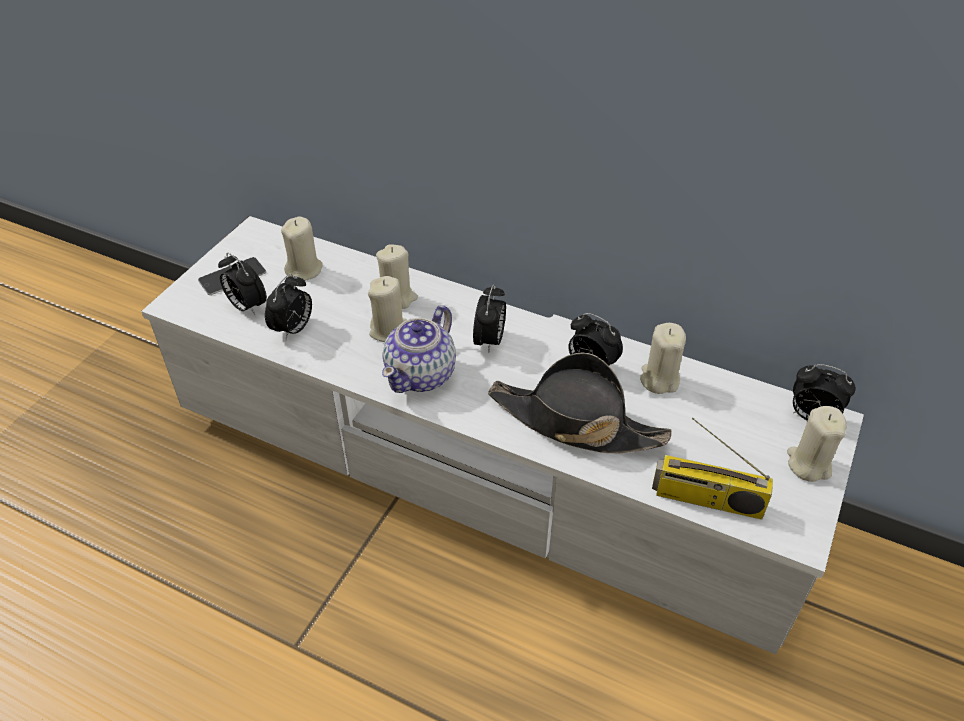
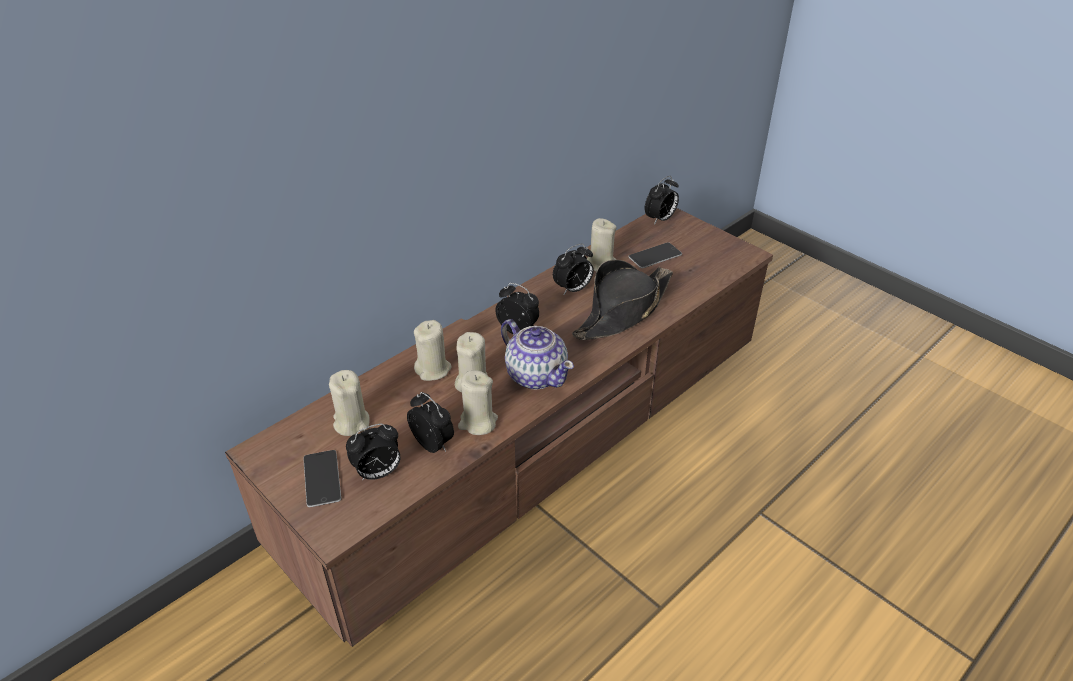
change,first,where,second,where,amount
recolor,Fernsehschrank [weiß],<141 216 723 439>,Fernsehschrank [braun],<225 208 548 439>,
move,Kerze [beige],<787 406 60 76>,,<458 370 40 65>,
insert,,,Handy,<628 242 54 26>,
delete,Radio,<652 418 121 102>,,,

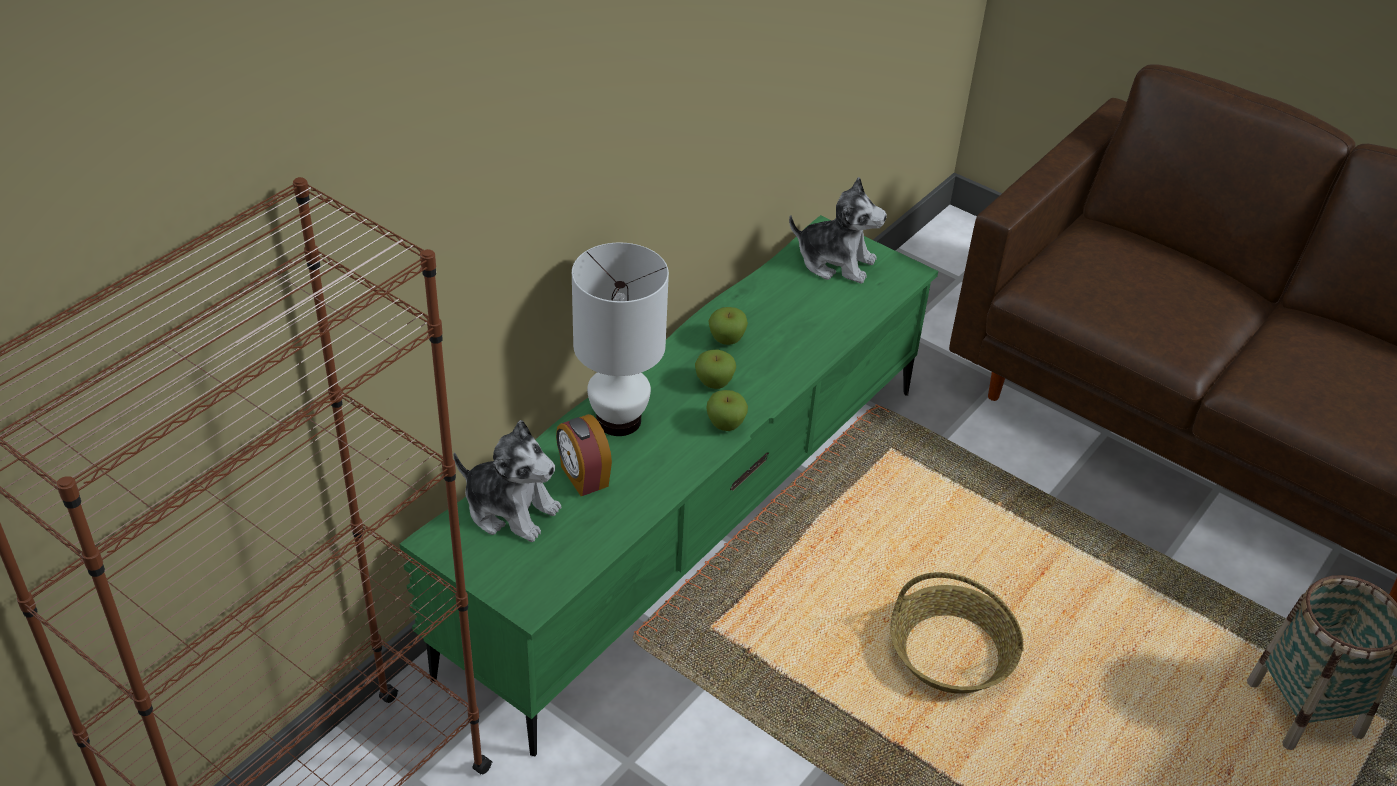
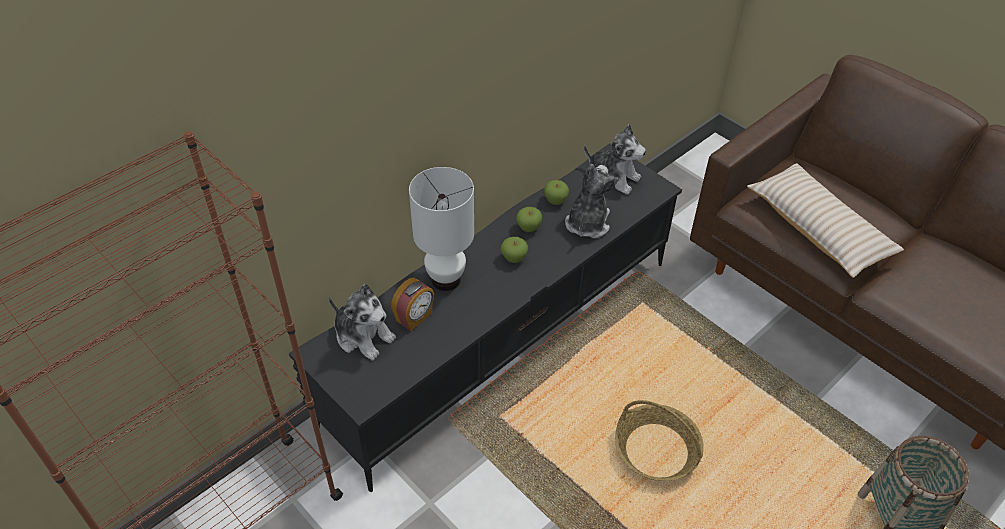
change,first,where,second,where,amount
recolor,Fernsehschrank [grün],<400 215 538 541>,Fernsehschrank [schwarz],<289 144 393 348>,
rotate,Wecker,<556 414 56 82>,,<391 278 43 53>,120 degrees counterclockwise
move,Apfel,<706 390 42 41>,,<544 180 25 25>,
insert,,,Plüschtier,<565 164 53 74>,
insert,,,Kissen [beige],<747 163 157 115>,

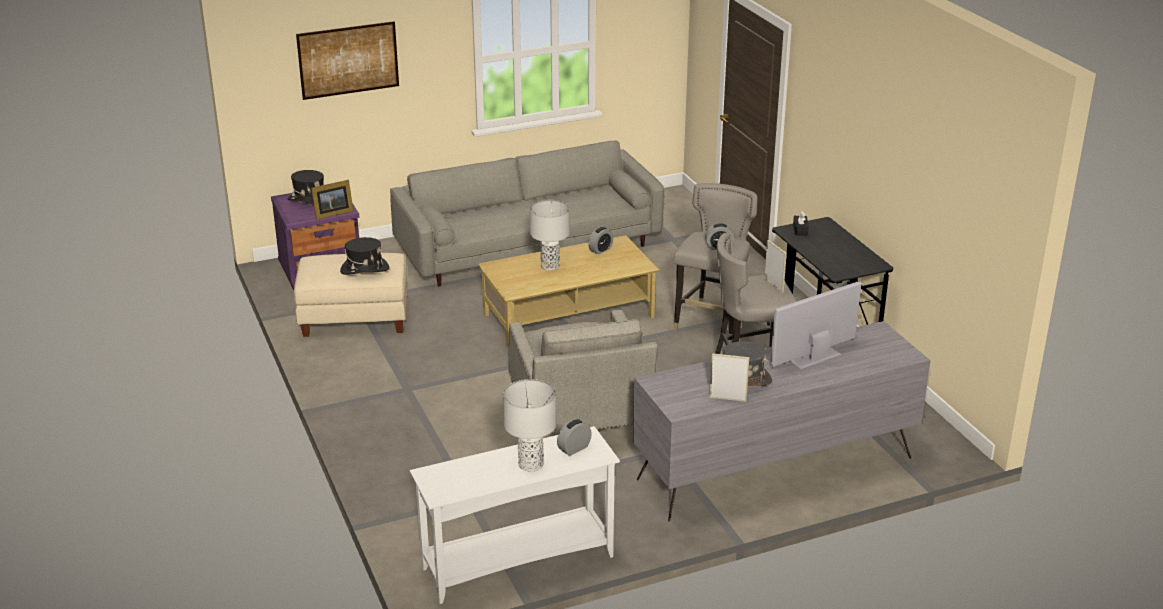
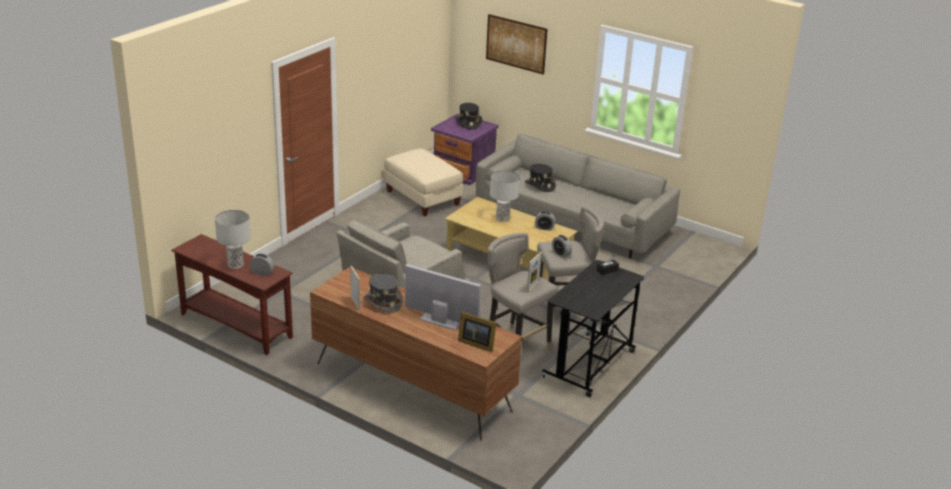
change,first,where,second,where,amount
recolor,Konsolentisch [weiß],<410 426 210 178>,Konsolentisch [braun],<171 234 122 121>,
recolor,Fernsehschrank [grau],<633 321 298 201>,Fernsehschrank [braun],<310 267 212 174>,
move,Bilderrahmen,<311 180 42 40>,,<458 312 39 40>,
move,Hut [schwarz],<340 237 49 38>,,<525 164 31 28>,

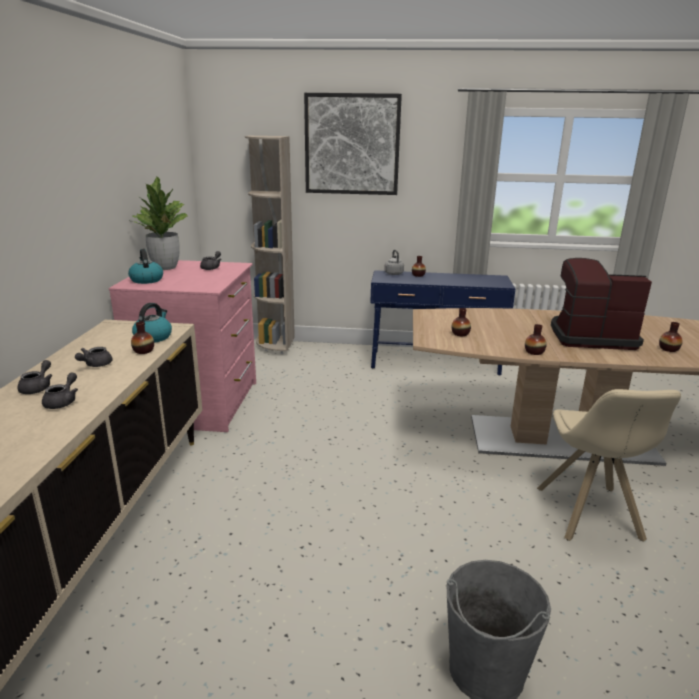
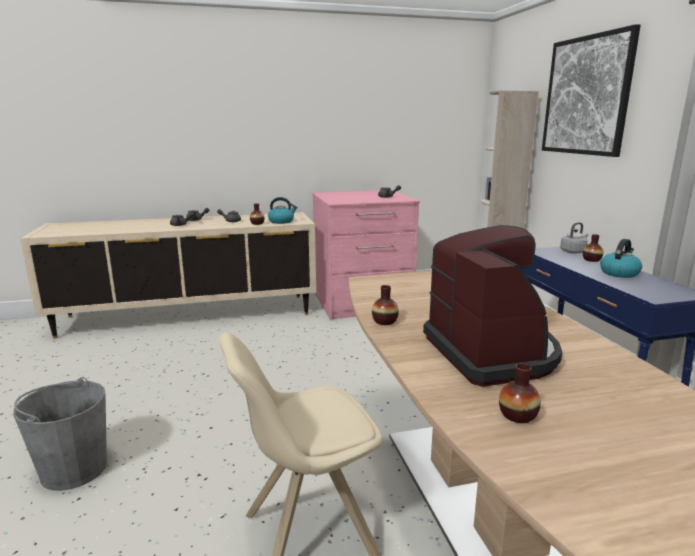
change,first,where,second,where,amount
move,Wasserkessel,<128 249 35 35>,,<600 239 42 39>,
delete,Topfpflanze,<128 177 59 93>,,,
delete,Vase,<452 308 19 28>,,,

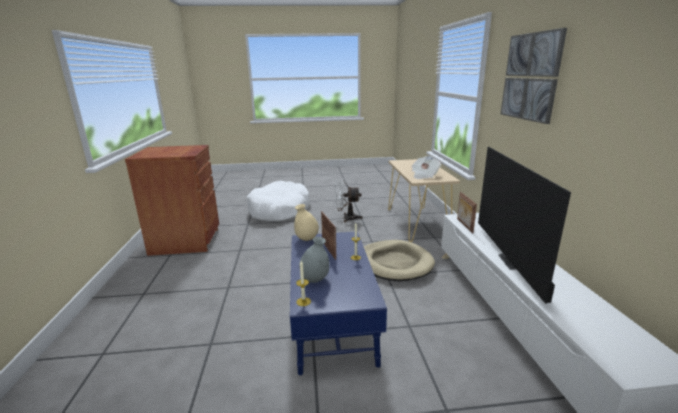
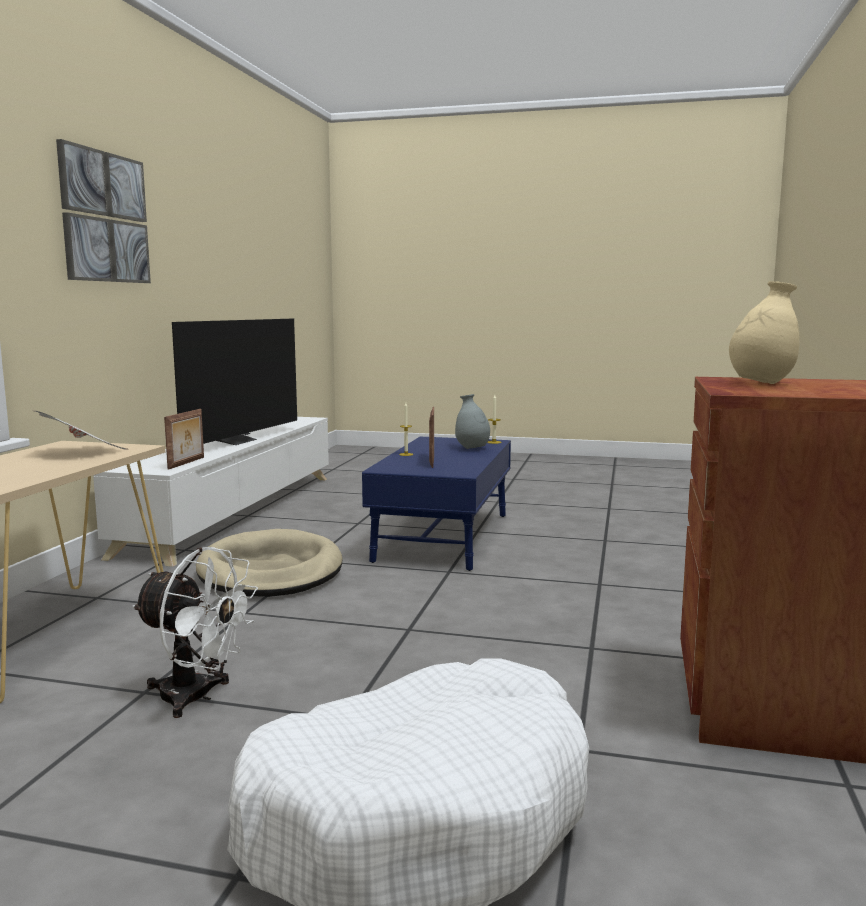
change,first,where,second,where,amount
move,Vase [beige],<294 204 25 37>,,<729 281 71 103>,

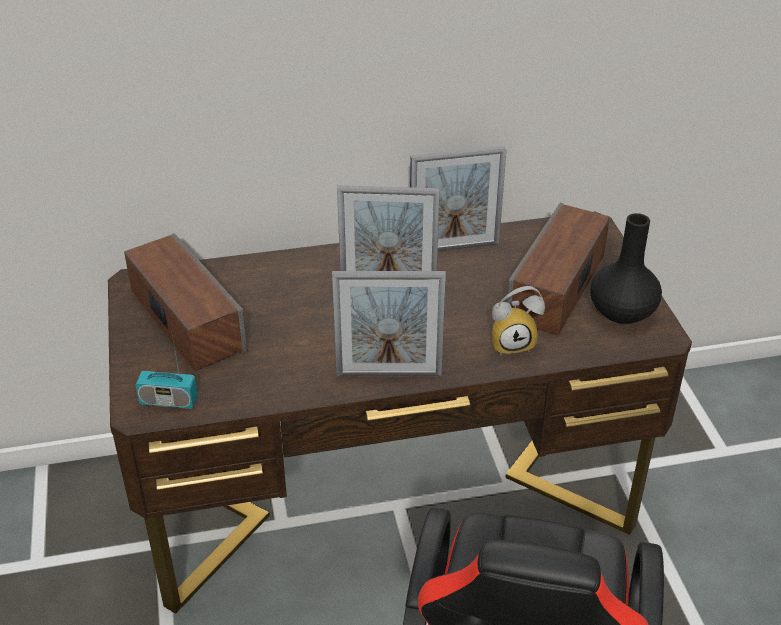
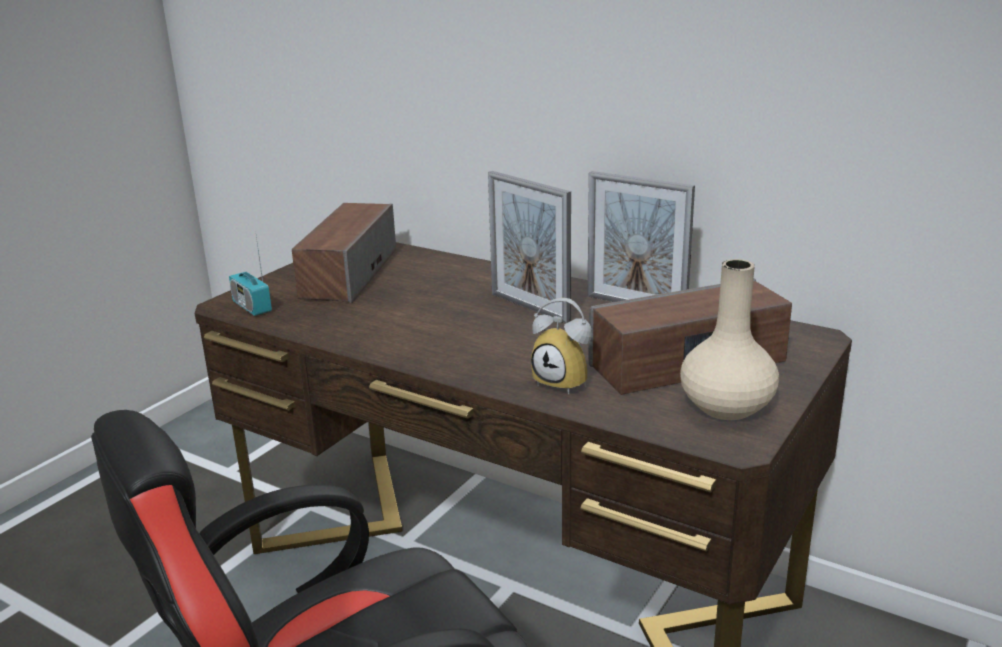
change,first,where,second,where,amount
recolor,Vase [schwarz],<590 213 72 111>,Vase [beige],<680 259 99 161>,
delete,Bilderrahmen,<332 271 114 106>,,,

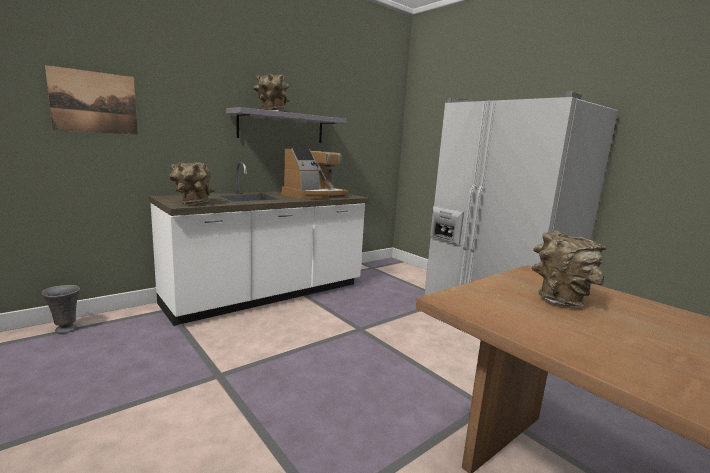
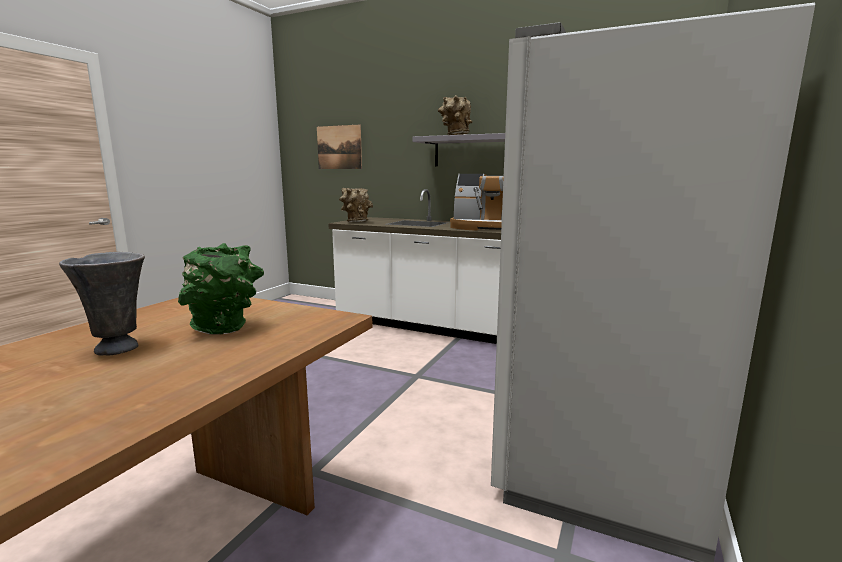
change,first,where,second,where,amount
move,Vase [grau],<42 285 38 48>,,<59 252 86 103>,
recolor,Vase [braun],<532 230 74 77>,Vase [grün],<178 243 86 92>,

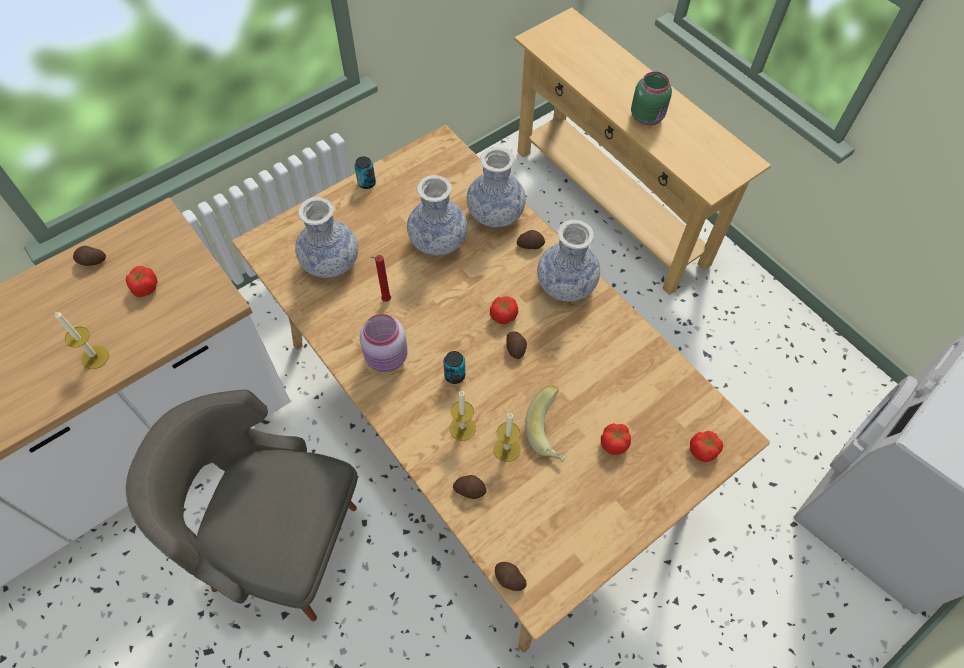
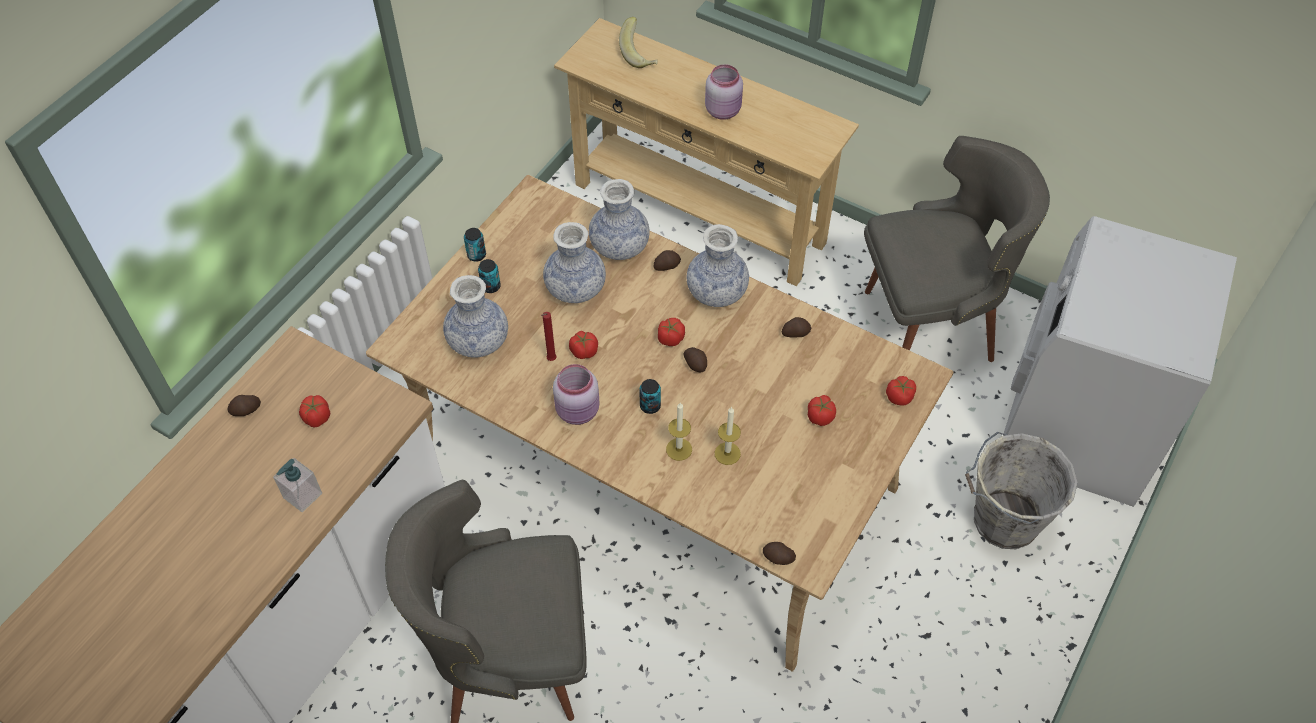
change,first,where,second,where,amount
replace,Kerze,<55 312 54 57>,Seifenspender,<273 458 49 54>,
insert,,,Dose,<478 259 23 34>,
insert,,,Tomate,<569 331 29 28>,
move,Banane,<525 386 40 76>,,<619 17 39 51>,
recolor,Vorratsglas [grün],<631 72 41 54>,Vorratsglas [rosa],<705 64 38 56>,
move,Kartoffel,<453 475 33 24>,,<782 317 30 21>,
insert,,,Stuhl [grau],<864 136 186 226>,
insert,,,Eimer [grau],<965 432 113 117>,

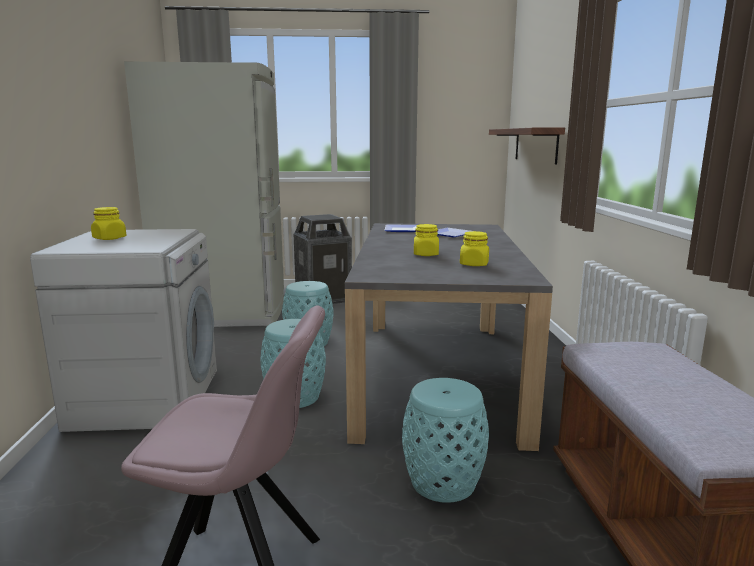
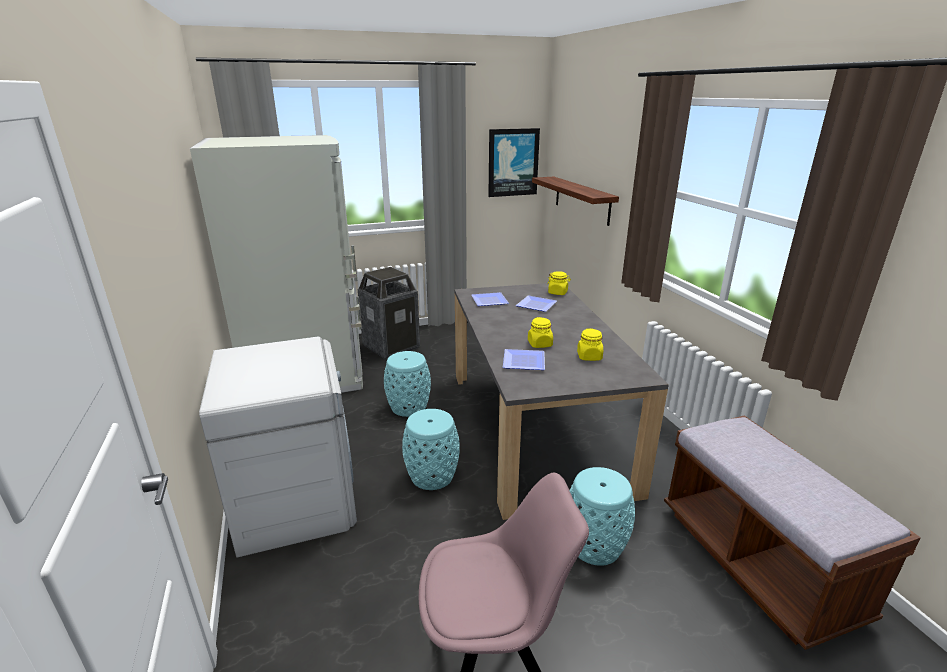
change,first,where,second,where,amount
insert,,,Bild,<488 128 52 69>,
insert,,,Teller,<503 349 42 21>,
move,Vorratsglas [gelb],<91 207 35 33>,,<547 271 24 24>,

